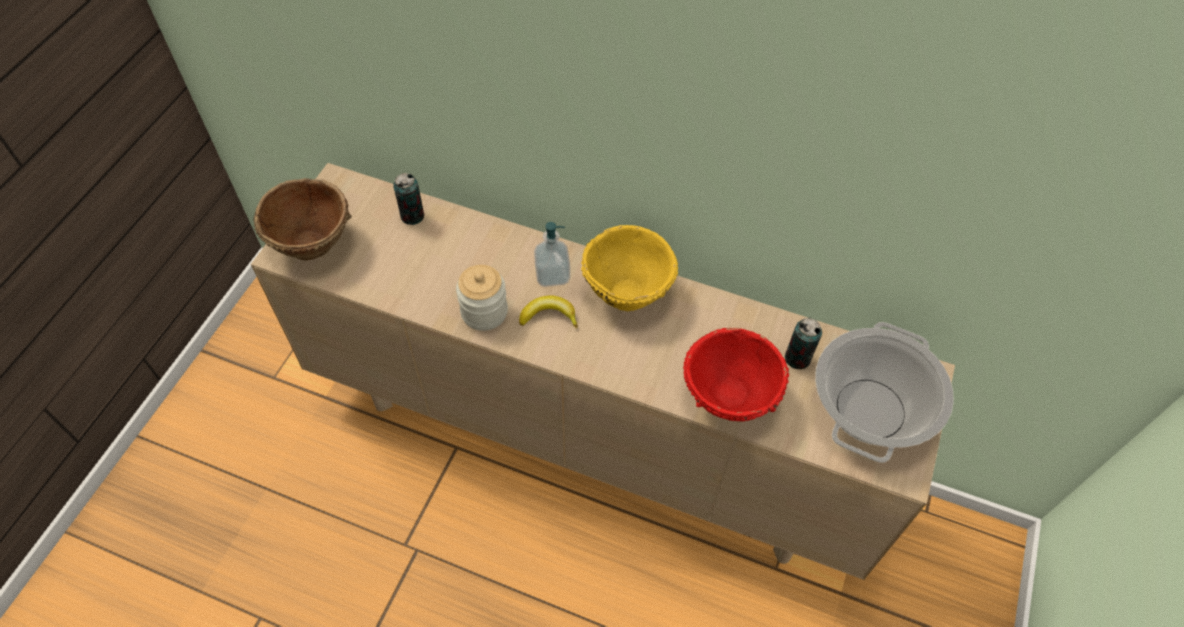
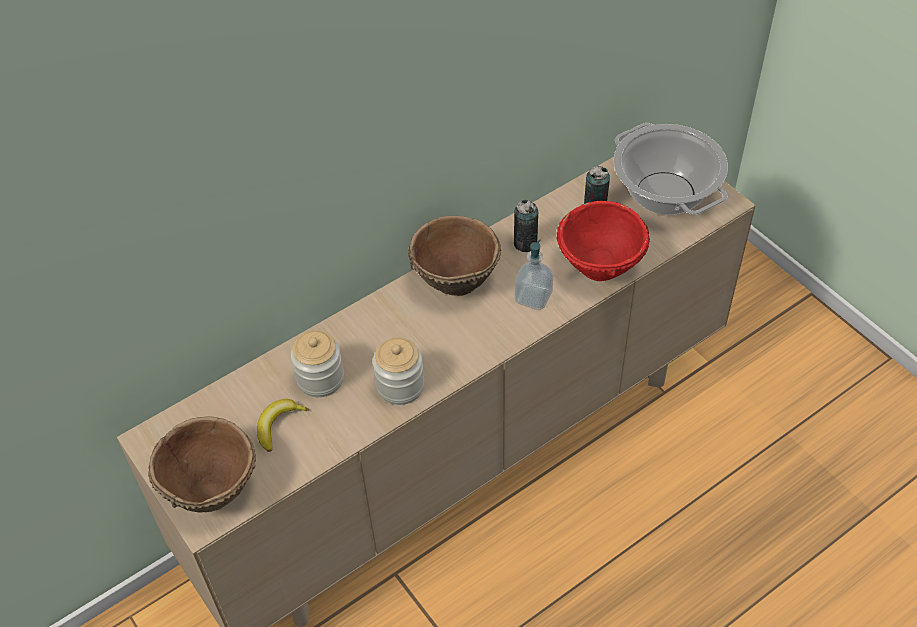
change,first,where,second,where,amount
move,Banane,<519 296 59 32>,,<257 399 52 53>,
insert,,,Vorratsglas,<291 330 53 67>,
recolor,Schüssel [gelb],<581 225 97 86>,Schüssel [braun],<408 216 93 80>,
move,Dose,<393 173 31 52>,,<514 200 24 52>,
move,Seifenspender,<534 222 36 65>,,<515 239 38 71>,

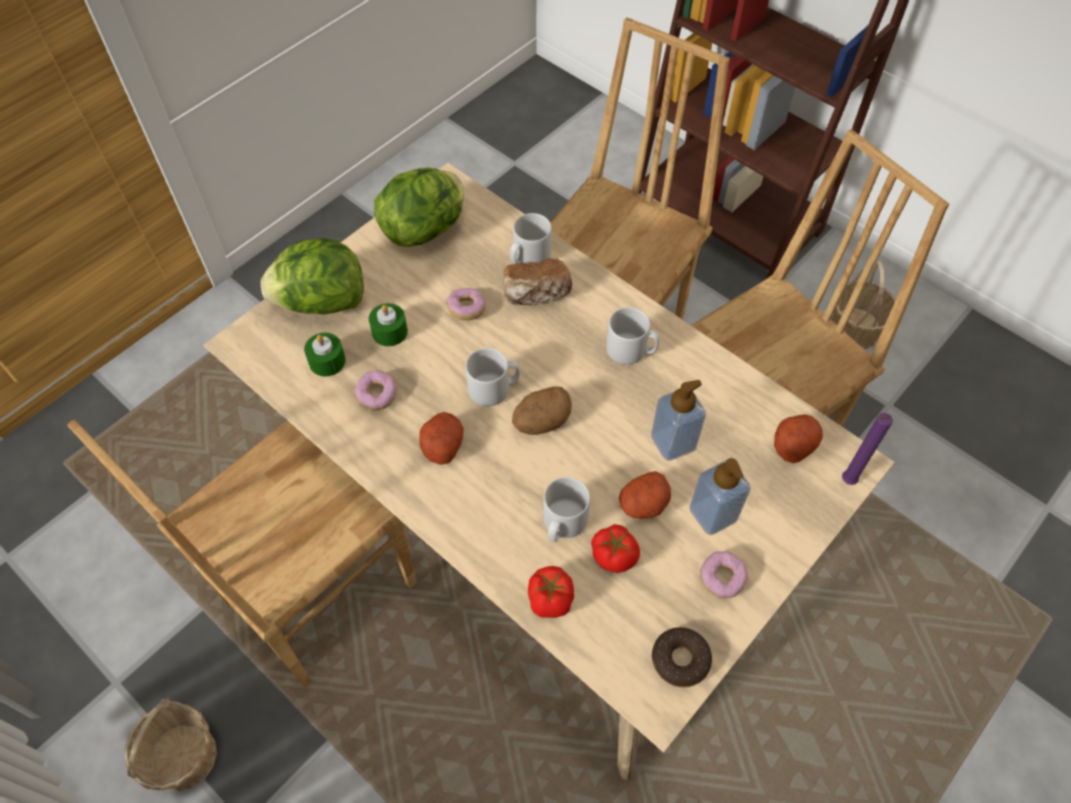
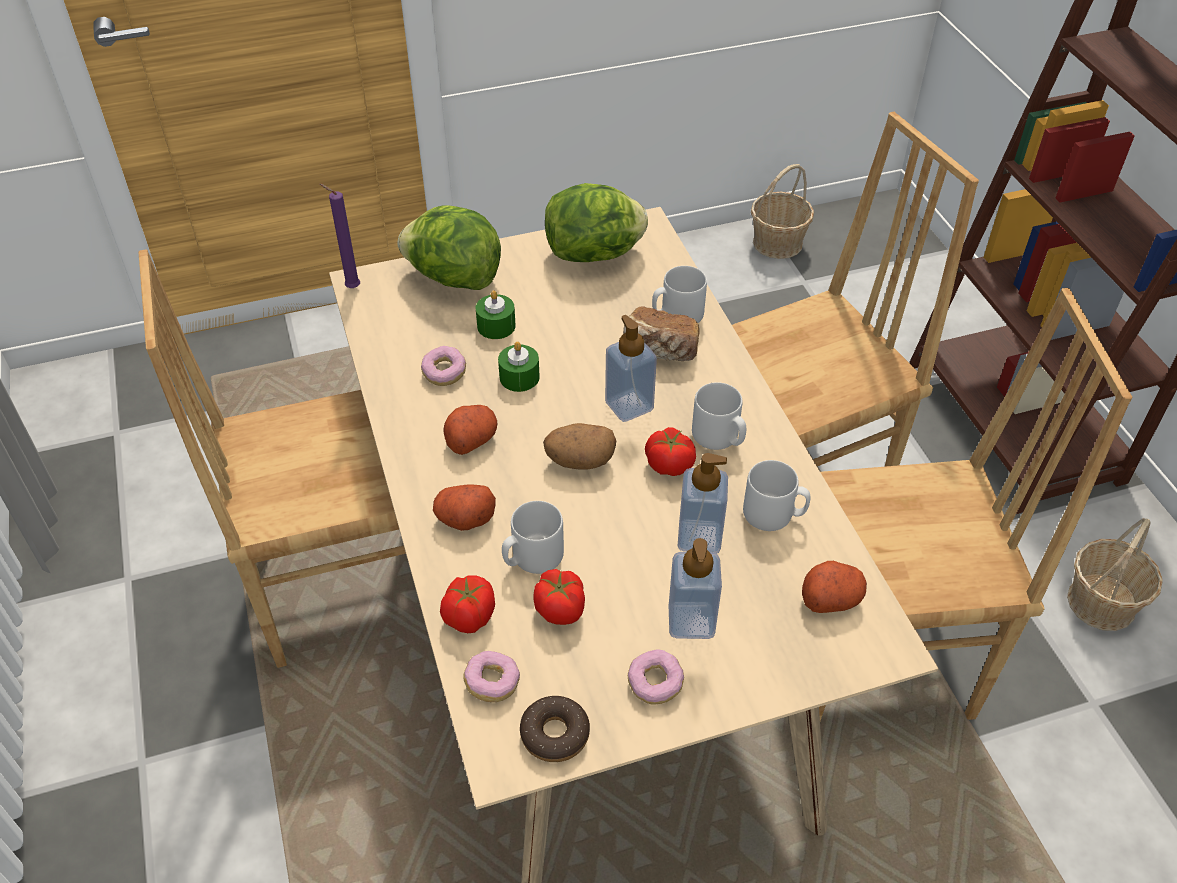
change,first,where,second,where,amount
move,Kerze [lila],<842 413 51 72>,,<320 184 40 104>,
move,Kartoffel,<619 471 52 48>,,<433 485 63 46>,
move,Donut,<447 288 39 32>,,<463 651 57 51>,
move,Kerze [grün],<304 333 42 44>,,<498 342 42 50>,
insert,,,Seifenspender,<605 315 52 107>,
insert,,,Tomate,<645 427 51 49>,
move,Henkelbecher [grau],<466 348 54 58>,,<743 460 67 71>,
move,Korb,<124 698 93 94>,,<751 164 63 95>,

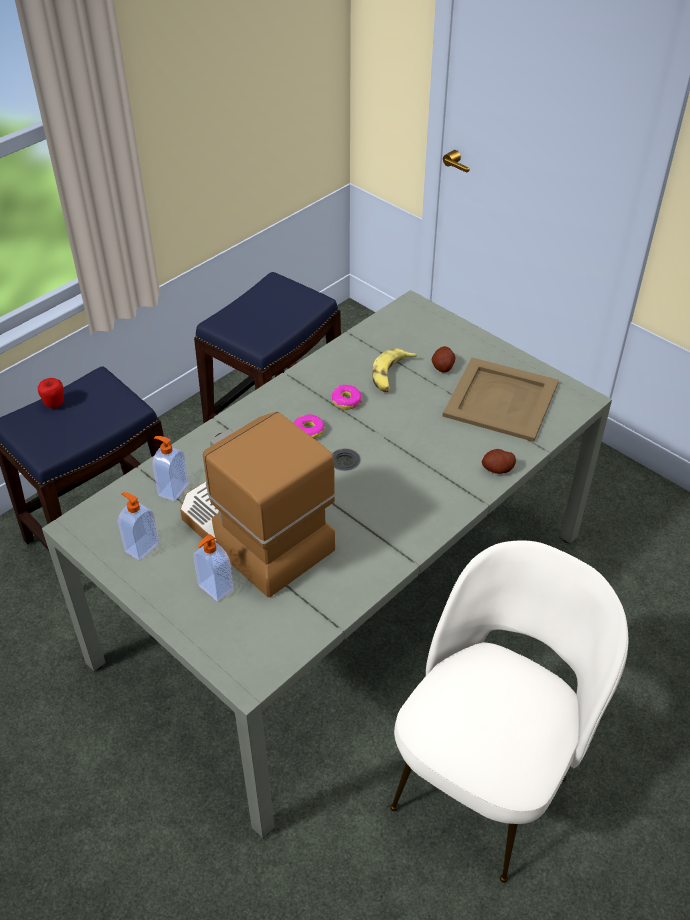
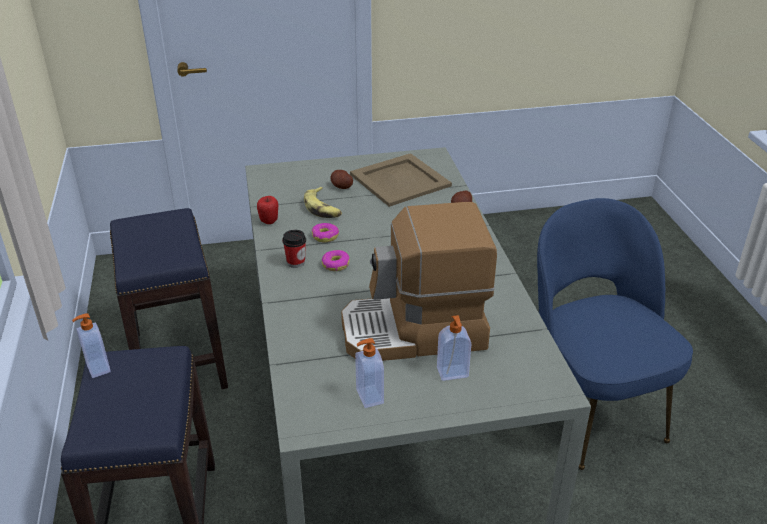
change,first,where,second,where,amount
move,Seifenspender,<152 436 37 65>,,<72 313 39 65>,
move,Apfel,<38 378 26 31>,,<257 196 21 28>,
insert,,,Tasse,<282 230 24 38>,
recolor,Stuhl [weiß],<390 540 238 343>,Stuhl [blau],<537 198 156 272>,

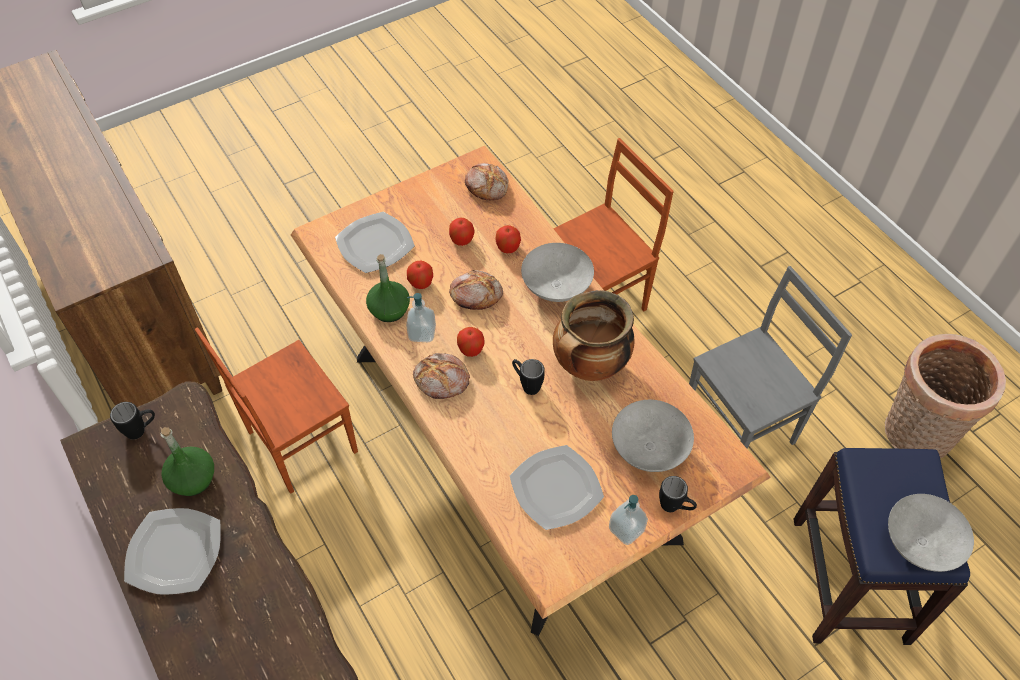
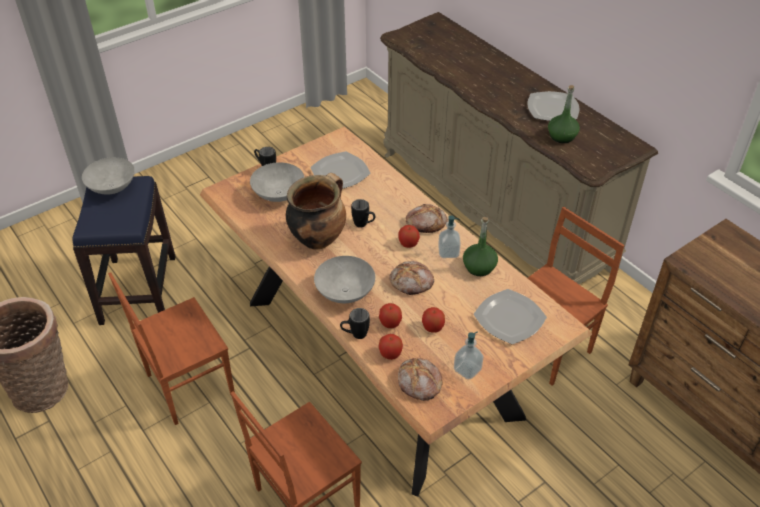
change,first,where,second,where,amount
recolor,Stuhl [grau],<689 266 163 183>,Stuhl [braun],<108 272 127 153>,
move,Henkelbecher [schwarz],<110 402 45 38>,,<340 308 30 31>,
move,Apfel,<407 260 26 29>,,<379 334 24 26>,
move,Seifenspender,<609 495 39 50>,,<454 332 30 47>,

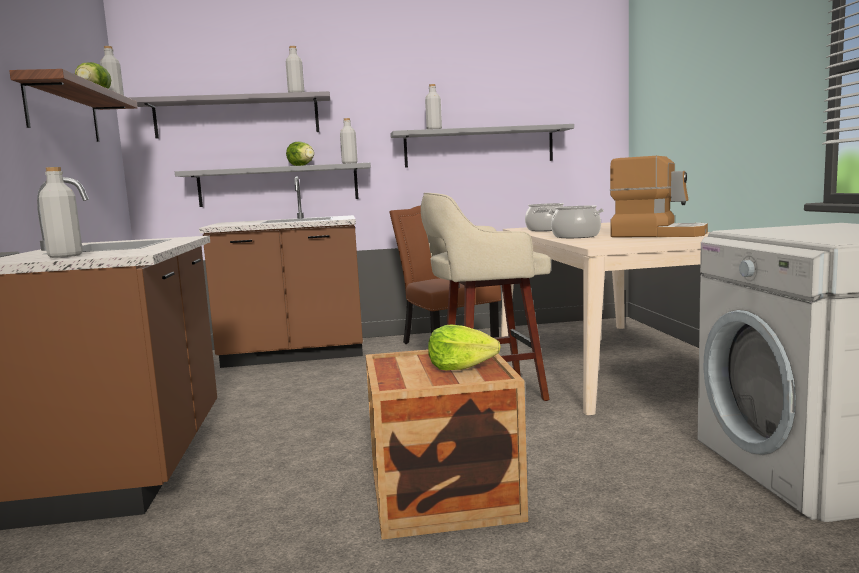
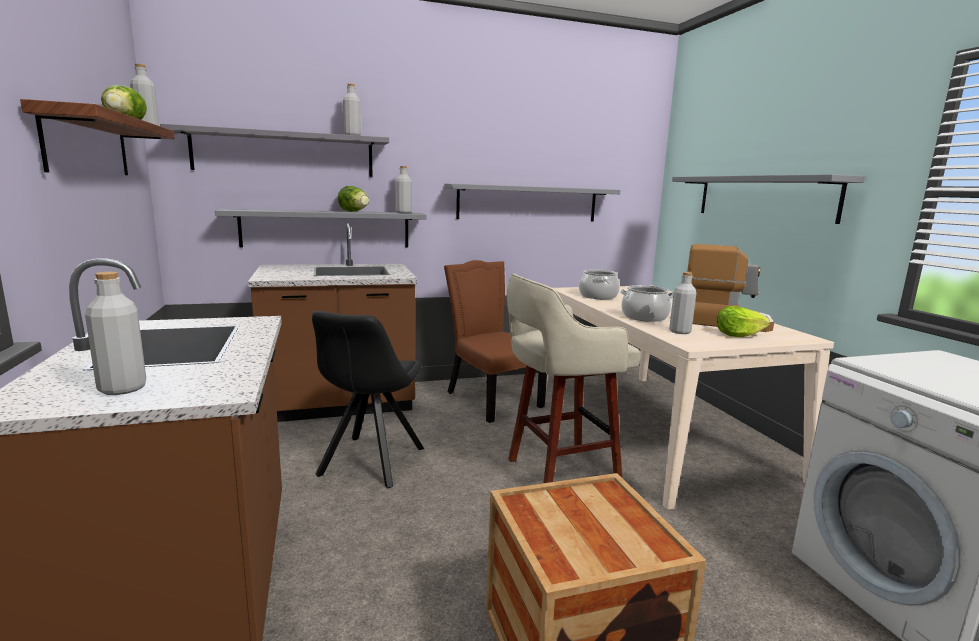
change,first,where,second,where,amount
insert,,,Stuhl [schwarz],<312 311 112 177>,
move,Flasche [grau],<425 84 17 45>,,<669 272 27 62>,
insert,,,Wandregal [grau],<672 174 193 50>,
move,Salatkopf,<428 325 73 45>,,<717 306 53 31>,

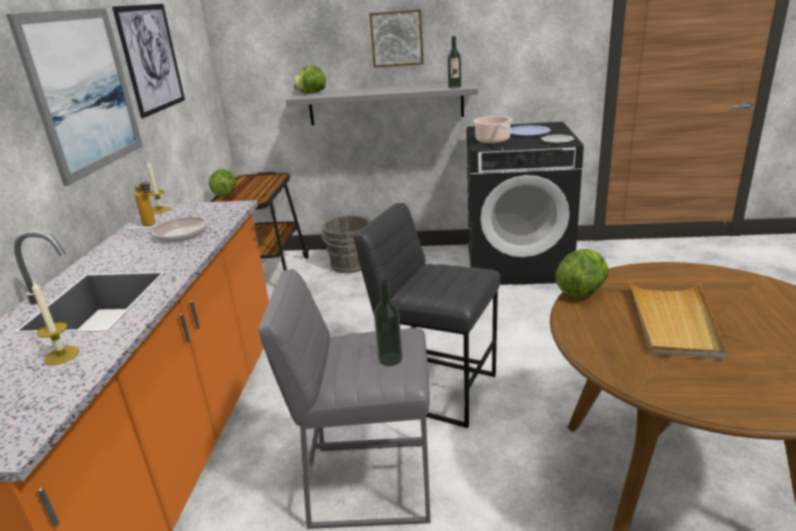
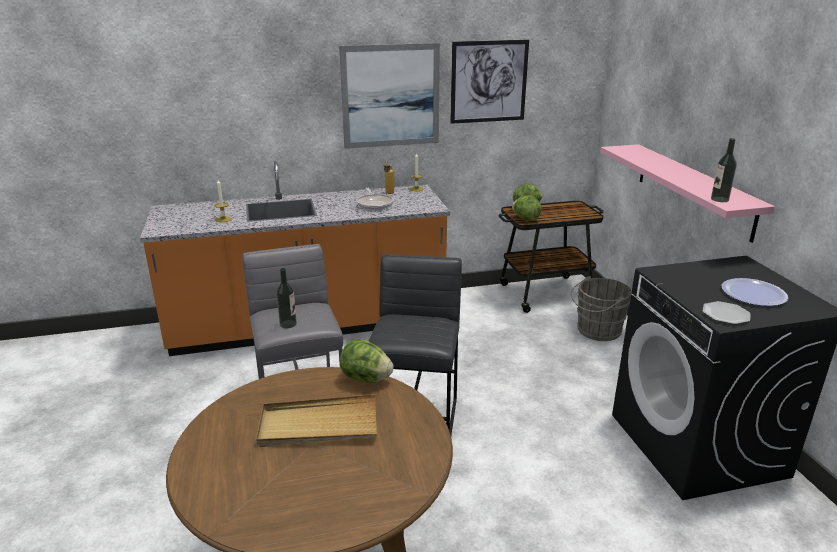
change,first,where,second,where,amount
move,Salatkopf,<293 66 33 27>,,<512 195 29 26>,
recolor,Wandregal [grau],<286 82 192 43>,Wandregal [rosa],<600 144 175 99>,
delete,Bild,<369 9 55 58>,,,
delete,Kochtopf,<474 116 38 27>,,,

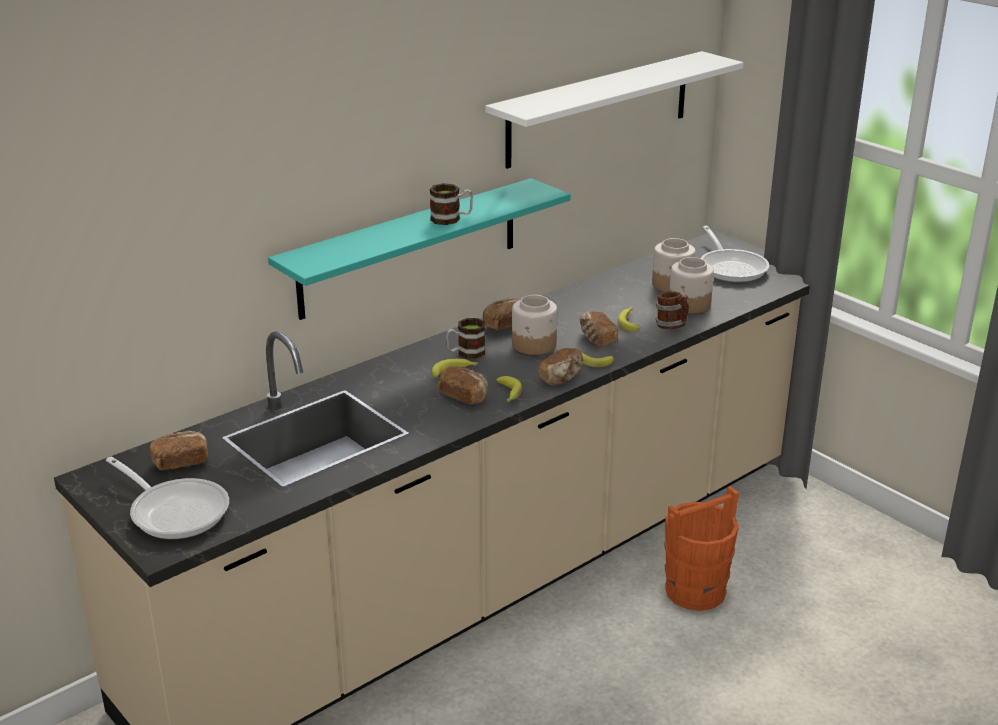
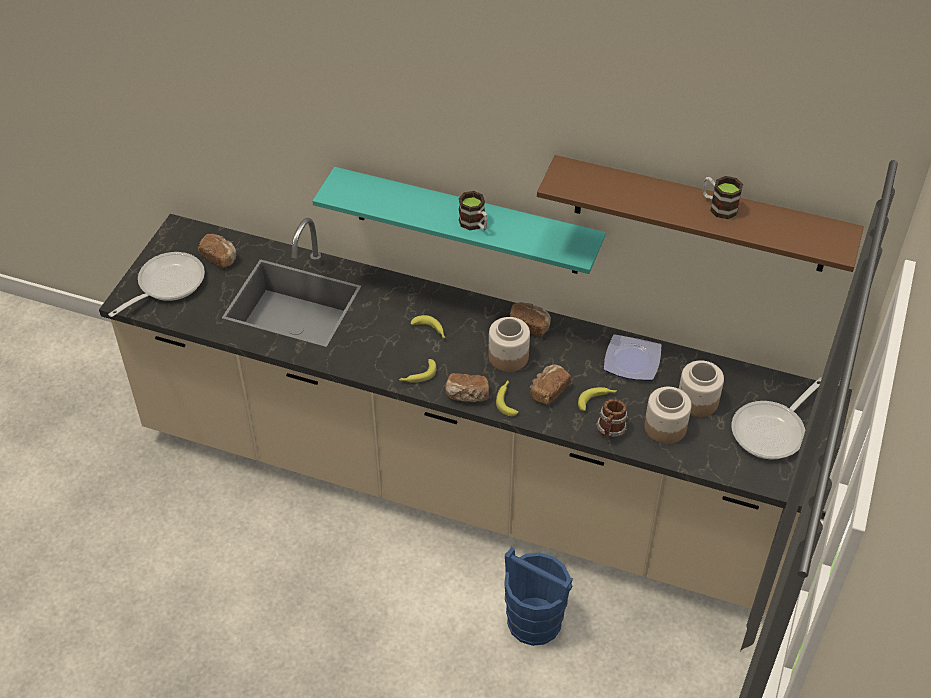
change,first,where,second,where,amount
rotate,Pfanne,<106 457 123 82>,,<108 252 97 65>,150 degrees counterclockwise
recolor,Eimer [orange],<664 486 75 125>,Eimer [blau],<504 547 69 99>,
recolor,Wandregal [weiß],<485 51 259 118>,Wandregal [braun],<537 155 327 117>,
insert,,,Teller,<604 334 57 47>,
move,Henkelbecher,<446 318 39 41>,,<703 176 40 43>,
delete,Brot,<438 366 50 38>,,,

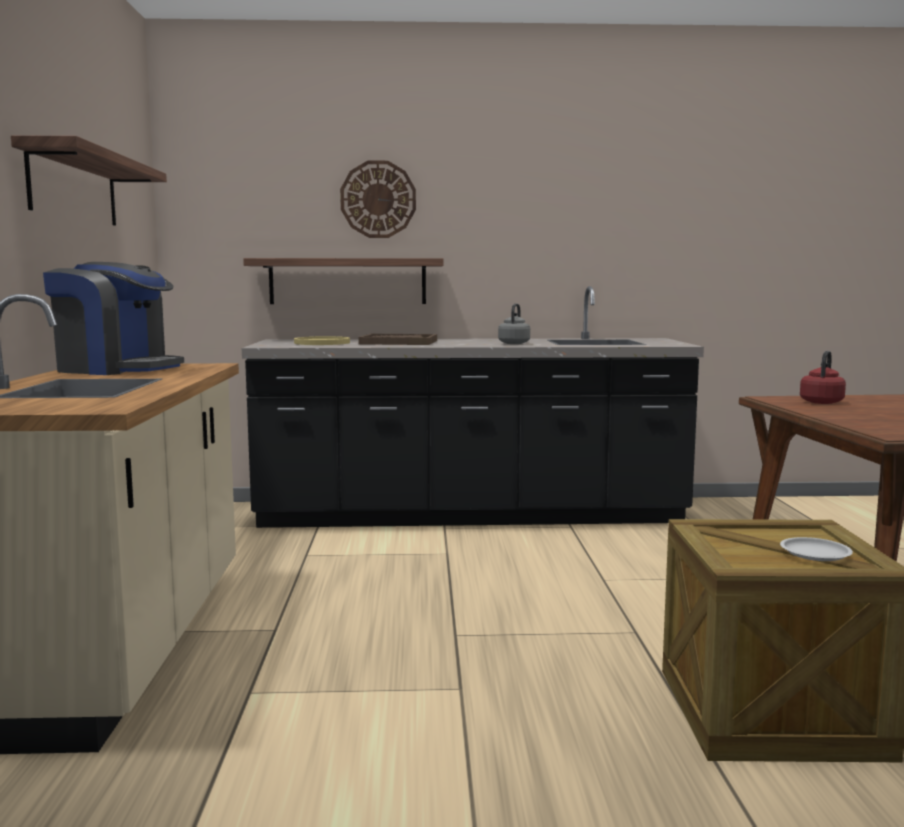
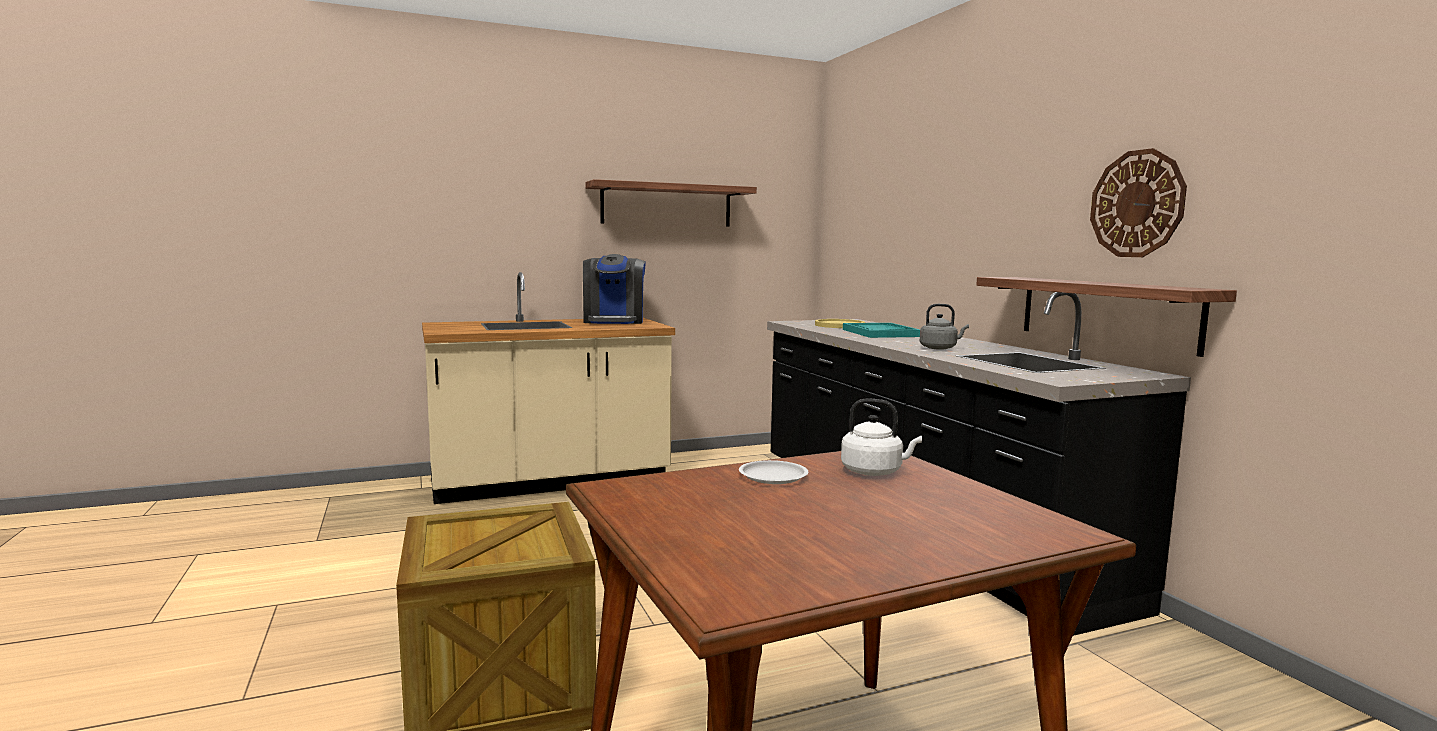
change,first,where,second,where,amount
move,Teller [weiß],<780 537 73 24>,,<739 460 69 24>,
recolor,Wasserkessel [rot],<800 351 46 53>,Wasserkessel [weiß],<841 399 81 77>,
recolor,Tablett [braun],<358 334 79 11>,Tablett [türkis],<843 323 77 15>,
move,Wandregal,<243 258 200 46>,,<976 277 261 80>,
move,Wanduhr,<340 161 76 77>,,<1090 148 97 109>,

